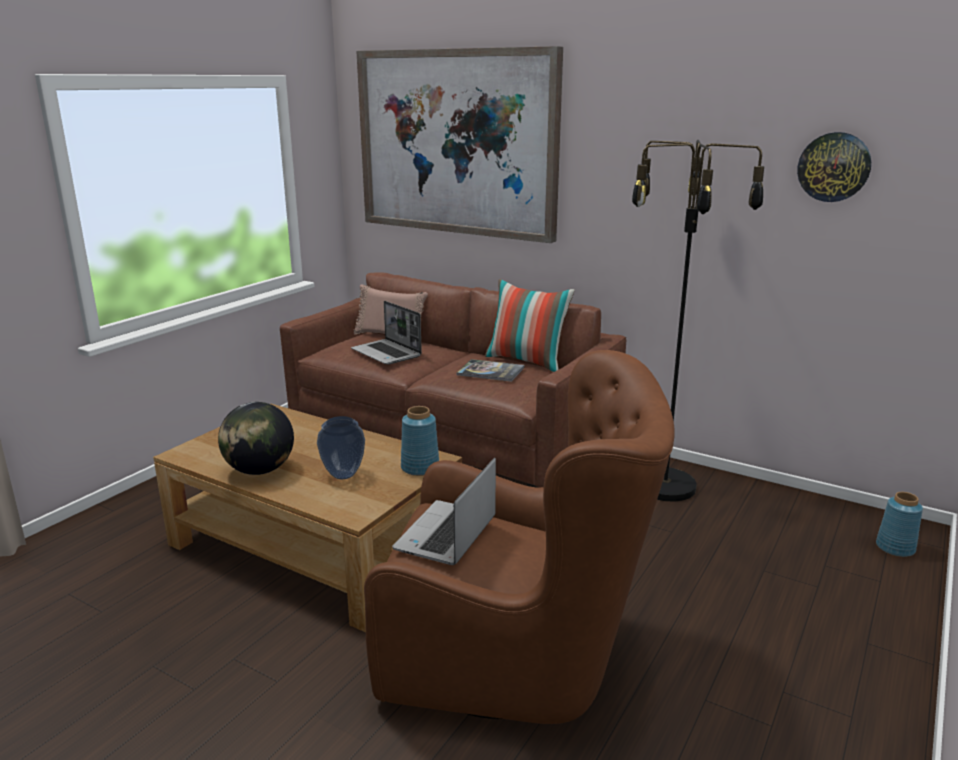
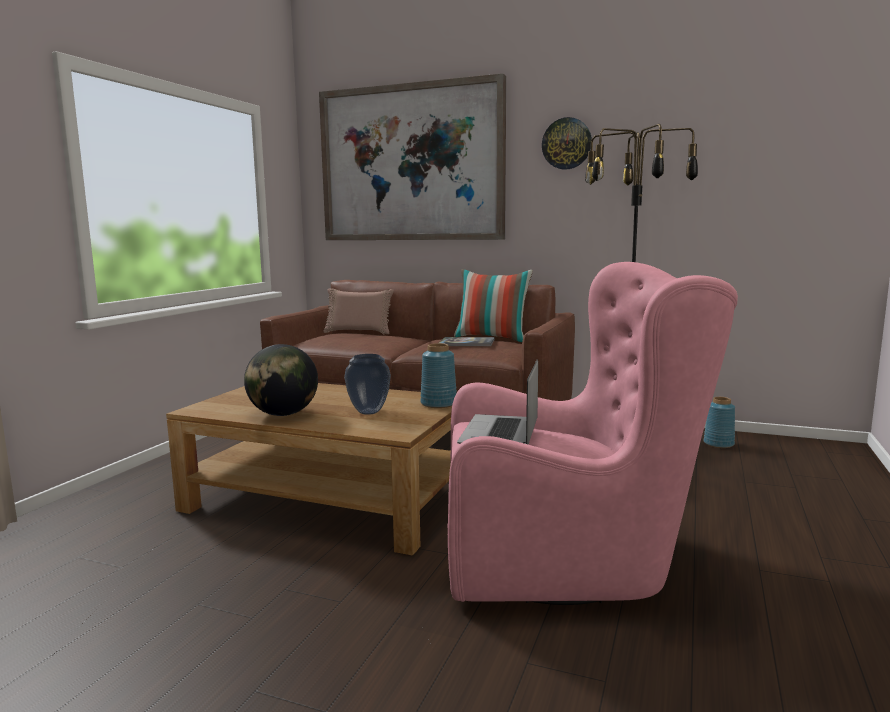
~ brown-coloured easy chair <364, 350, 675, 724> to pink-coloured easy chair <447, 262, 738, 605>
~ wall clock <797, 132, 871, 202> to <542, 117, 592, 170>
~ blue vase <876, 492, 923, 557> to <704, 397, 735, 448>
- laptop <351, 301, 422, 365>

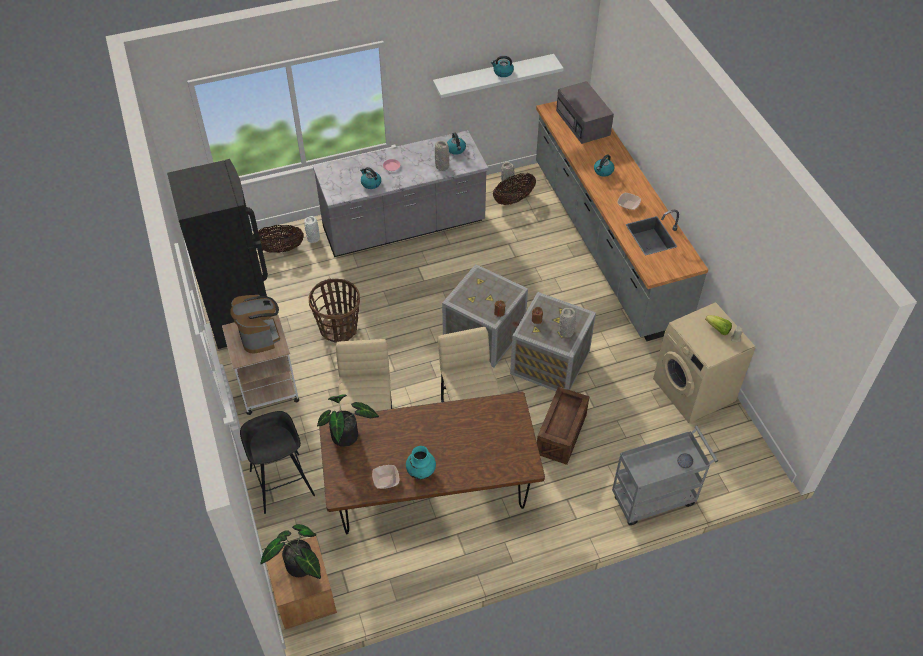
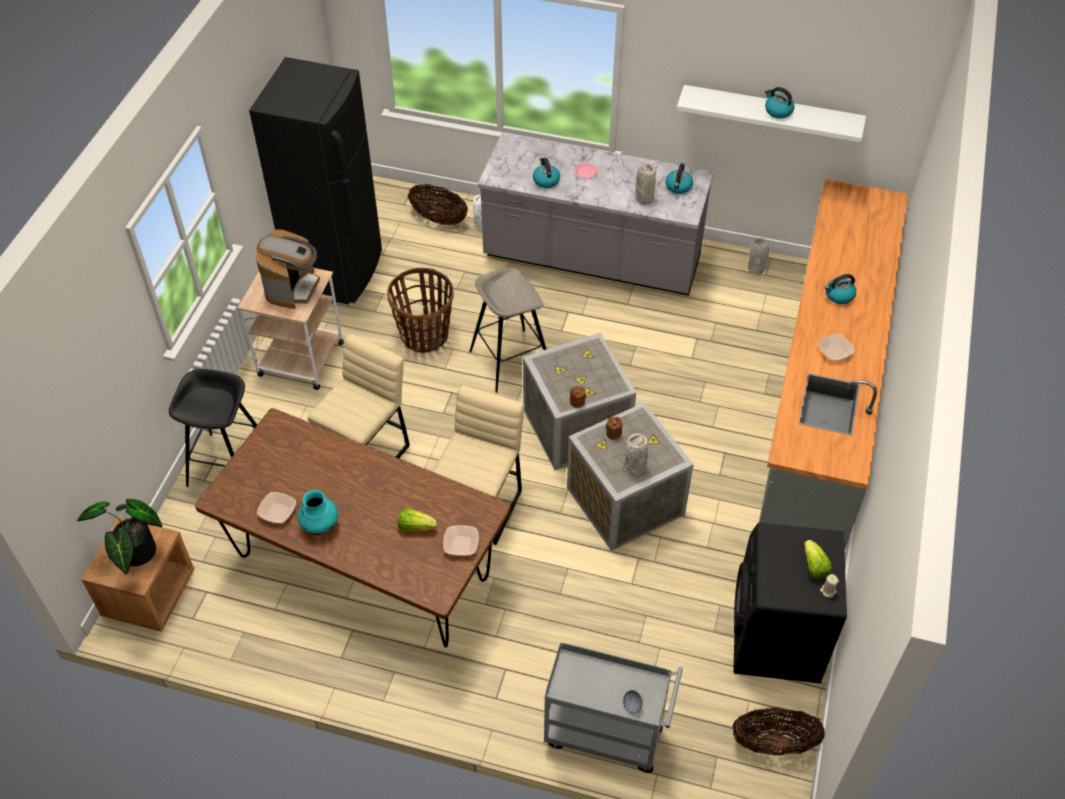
+ lettuce head <398, 508, 438, 531>
+ bowl <443, 525, 479, 556>
+ greyish stool <469, 267, 546, 393>
~ basket <493, 173, 536, 205> to <732, 707, 825, 756>
~ sand-coloured laundry machine <653, 302, 756, 423> to blackish laundry machine <733, 523, 847, 683>
- potted plant <317, 394, 379, 447>
- crate <537, 387, 590, 465>
- greyish kitchen microwave <556, 81, 614, 144>

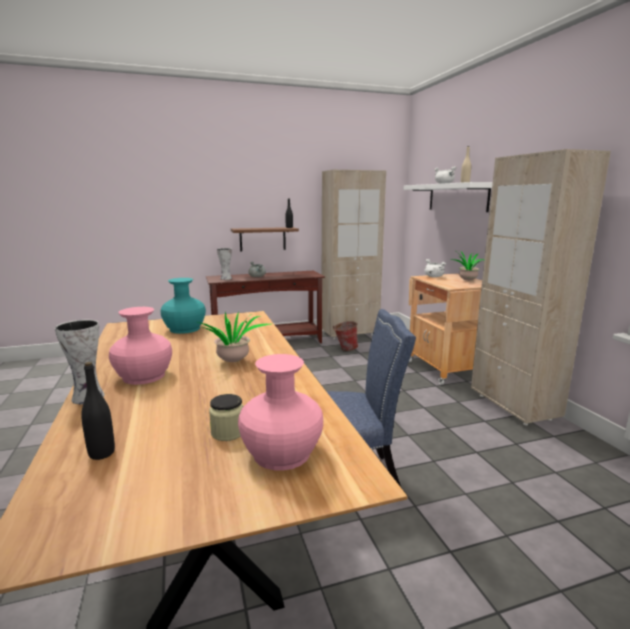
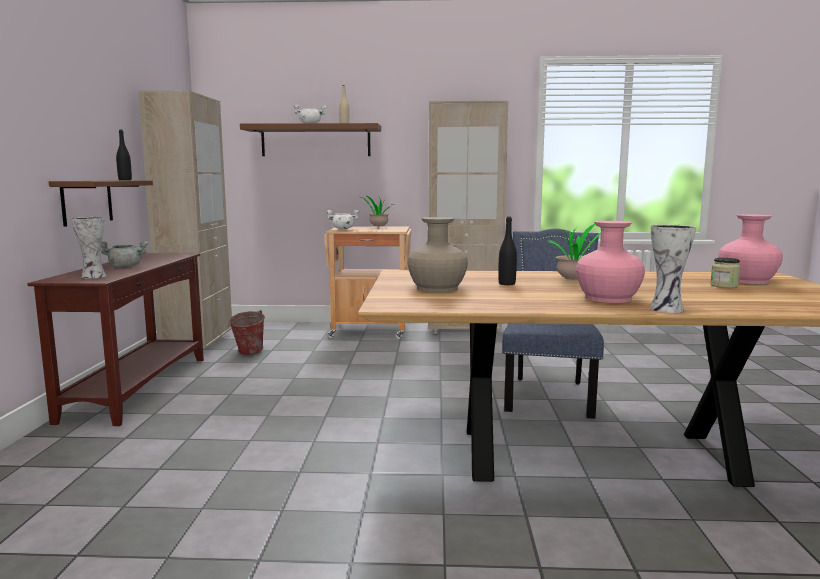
~ white-coloured shelf <403, 182, 493, 212> to brown-coloured shelf <240, 123, 381, 156>
~ blue-green vase <161, 278, 206, 334> to sand-coloured vase <408, 217, 468, 292>
~ blackish drink bottle <81, 362, 115, 460> to <498, 216, 517, 285>

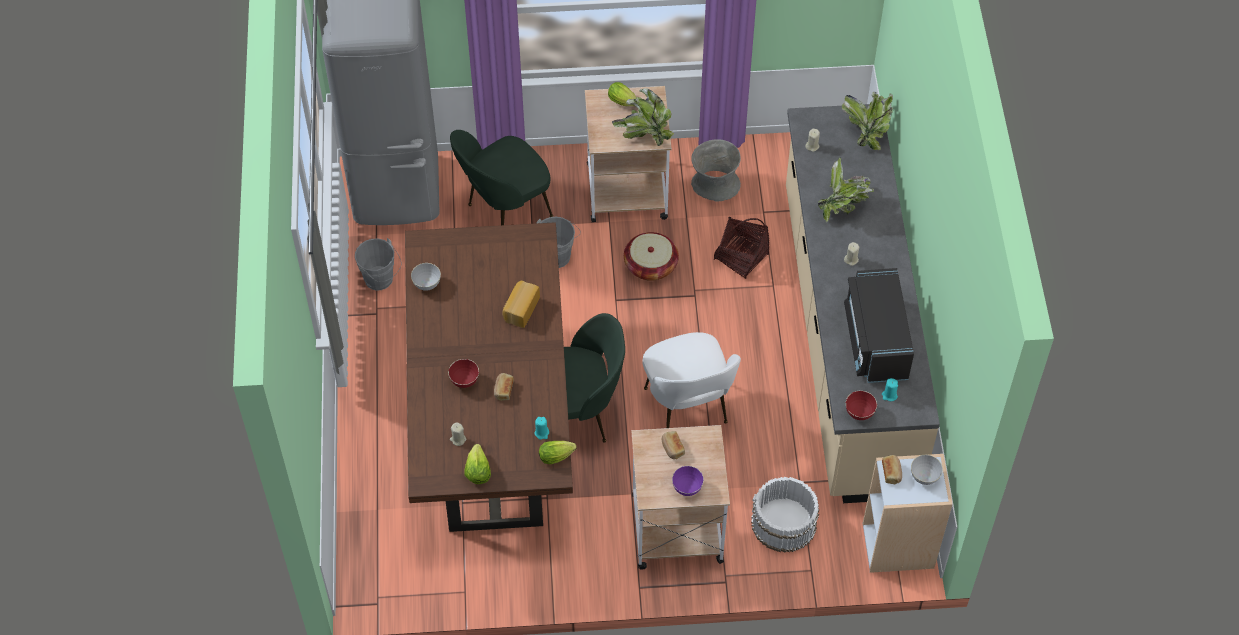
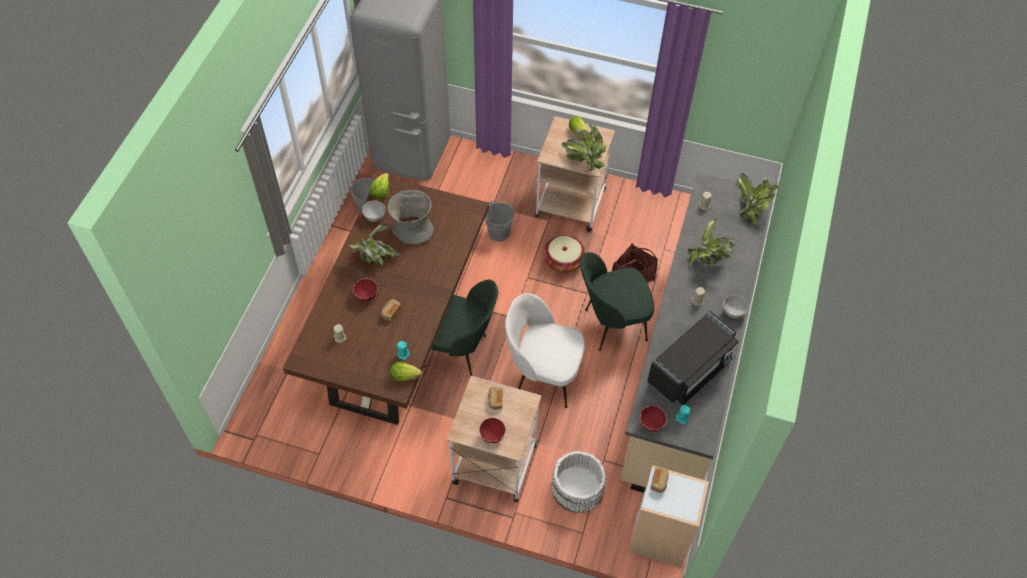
+ potted plant <349, 224, 400, 265>
~ lettuce head <464, 444, 491, 484> to <369, 173, 389, 200>
~ greyish vase <691, 139, 741, 202> to <388, 190, 434, 244>
~ purple-coloured bowl <672, 466, 704, 496> to red-coloured bowl <479, 418, 506, 443>
~ white-coloured upright chair <642, 332, 741, 428> = <505, 293, 585, 408> 105 degrees clockwise
~ greenish upright chair <450, 130, 553, 225> to <580, 252, 654, 351>
~ blackish kitchen microwave <844, 268, 914, 383> = <647, 311, 739, 405> 150 degrees counterclockwise
~ greyish bowl <911, 455, 943, 485> to <723, 295, 749, 318>
- baked bread <502, 281, 540, 328>

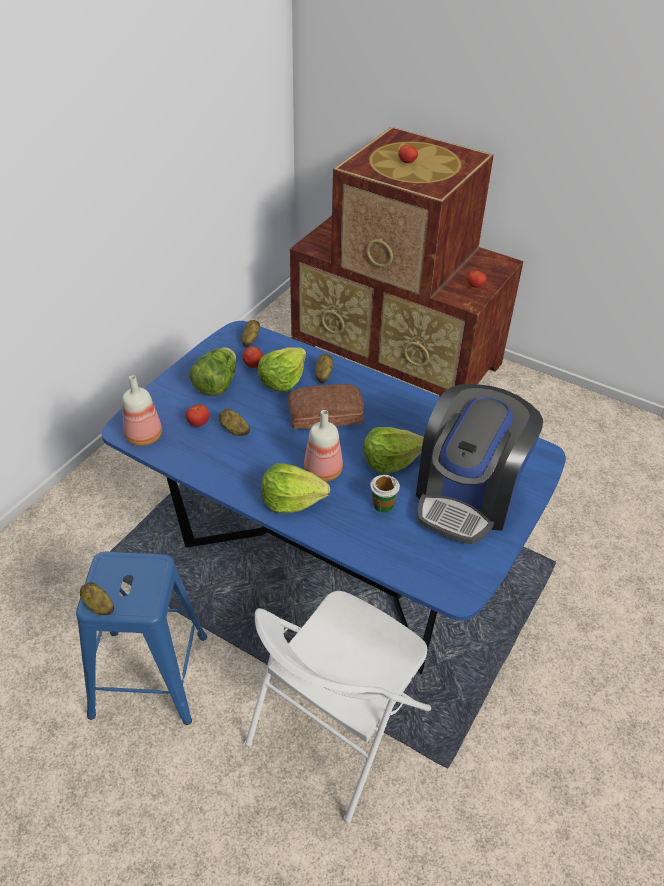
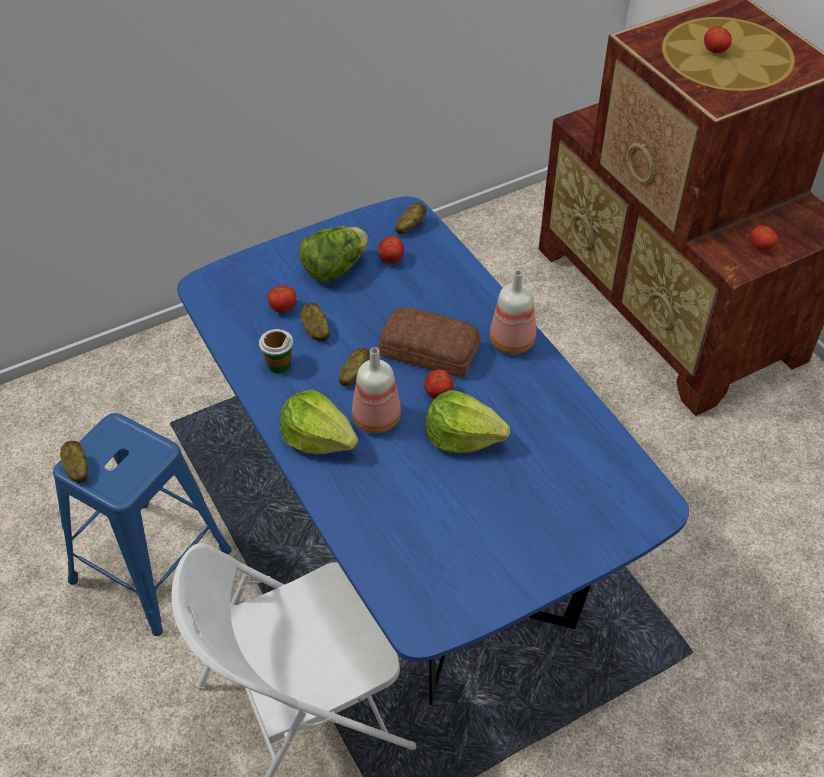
~ cup <370, 475, 400, 513> to <259, 329, 293, 374>
~ whole potato <315, 354, 333, 383> to <339, 348, 370, 386>
+ whole tomato <424, 370, 454, 399>
~ drink bottle <122, 375, 162, 446> to <490, 270, 536, 354>
- lettuce head <257, 347, 306, 392>
- coffee maker <416, 384, 543, 544>

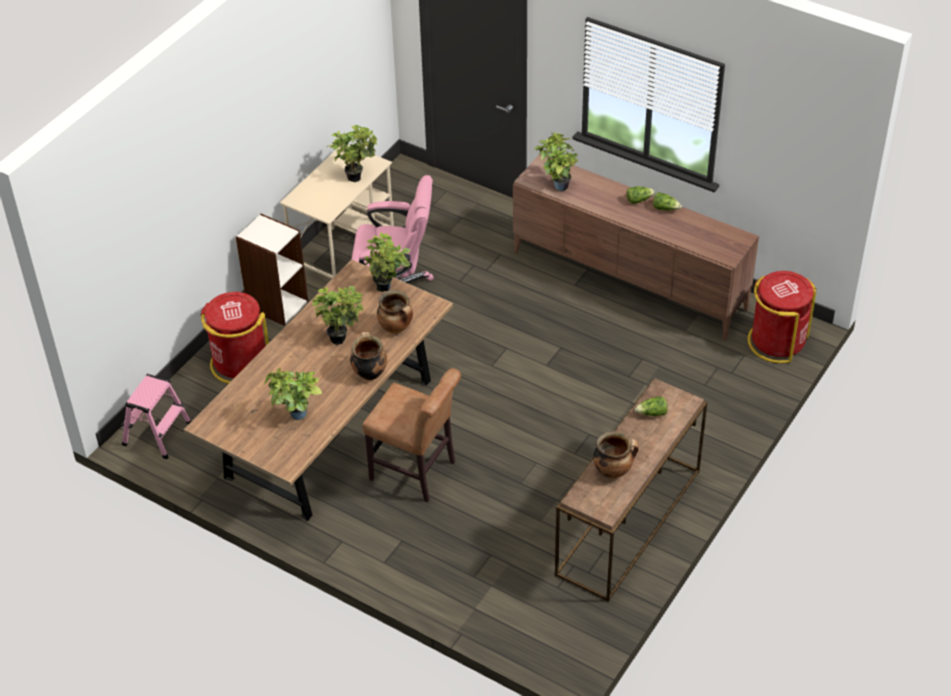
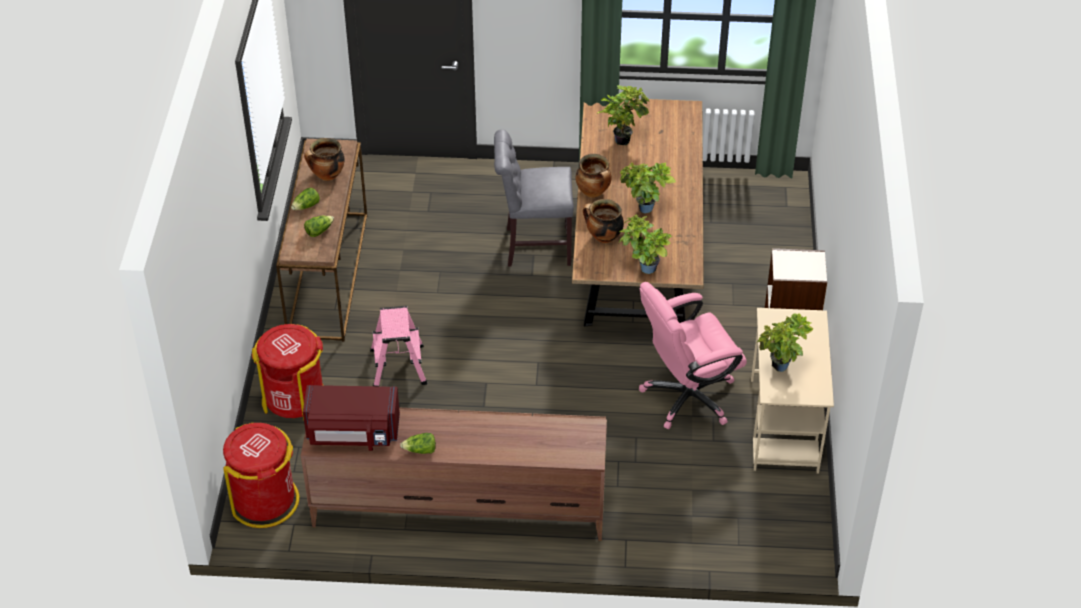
~ red-coloured waste bin <200, 292, 269, 384> to <252, 324, 323, 420>
~ lettuce head <626, 186, 655, 204> to <291, 188, 320, 210>
+ red-coloured kitchen microwave <303, 385, 400, 451>
~ pink-coloured step ladder <122, 374, 191, 459> to <370, 306, 428, 386>
~ brown-coloured upright chair <362, 368, 461, 502> to greyish upright chair <494, 129, 574, 266>
- potted plant <534, 132, 578, 191>

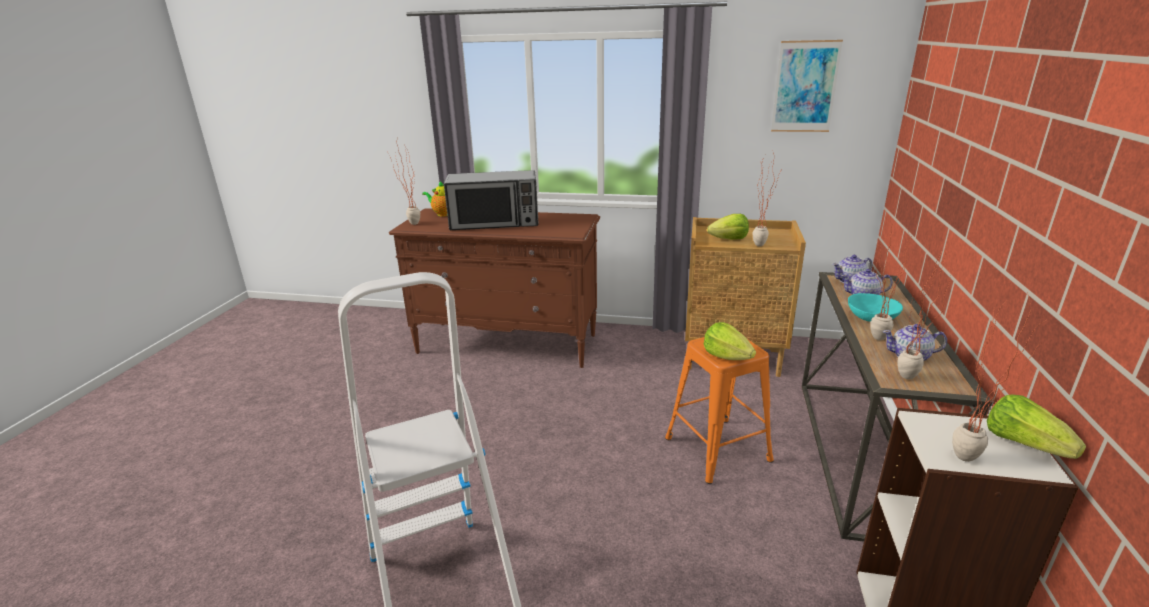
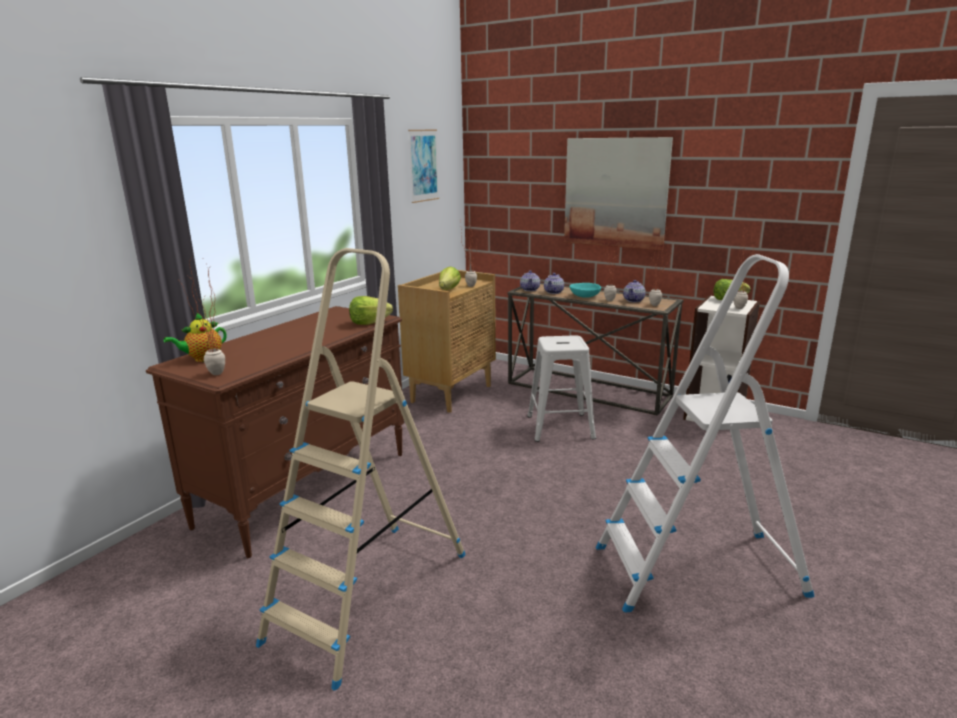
+ sand-coloured step ladder <256, 248, 466, 691>
~ lettuce head <704, 322, 756, 360> to <349, 296, 393, 325>
~ orangey stool <665, 337, 774, 484> to white-coloured stool <527, 335, 596, 442>
+ wall picture <564, 137, 673, 250>
- kitchen microwave <444, 170, 539, 230>

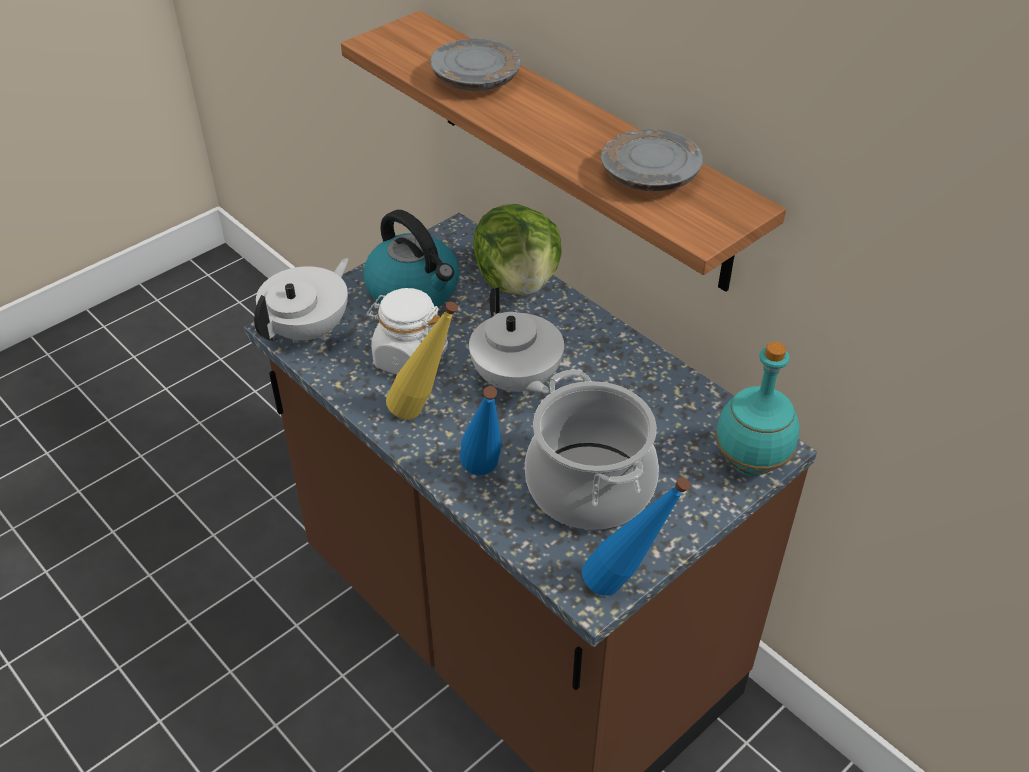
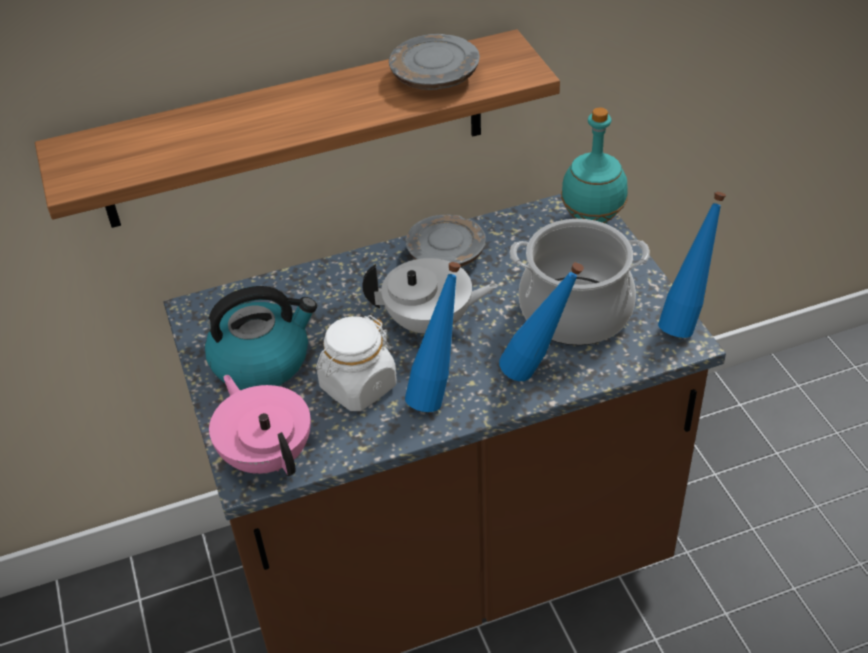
~ white-coloured teapot <254, 258, 349, 343> to pink-coloured teapot <209, 375, 311, 476>
~ greyish plate <430, 39, 521, 91> to <405, 214, 486, 267>
~ yellow-coloured drink bottle <386, 302, 458, 419> to blue drink bottle <405, 262, 461, 412>
- lettuce head <473, 204, 562, 295>

